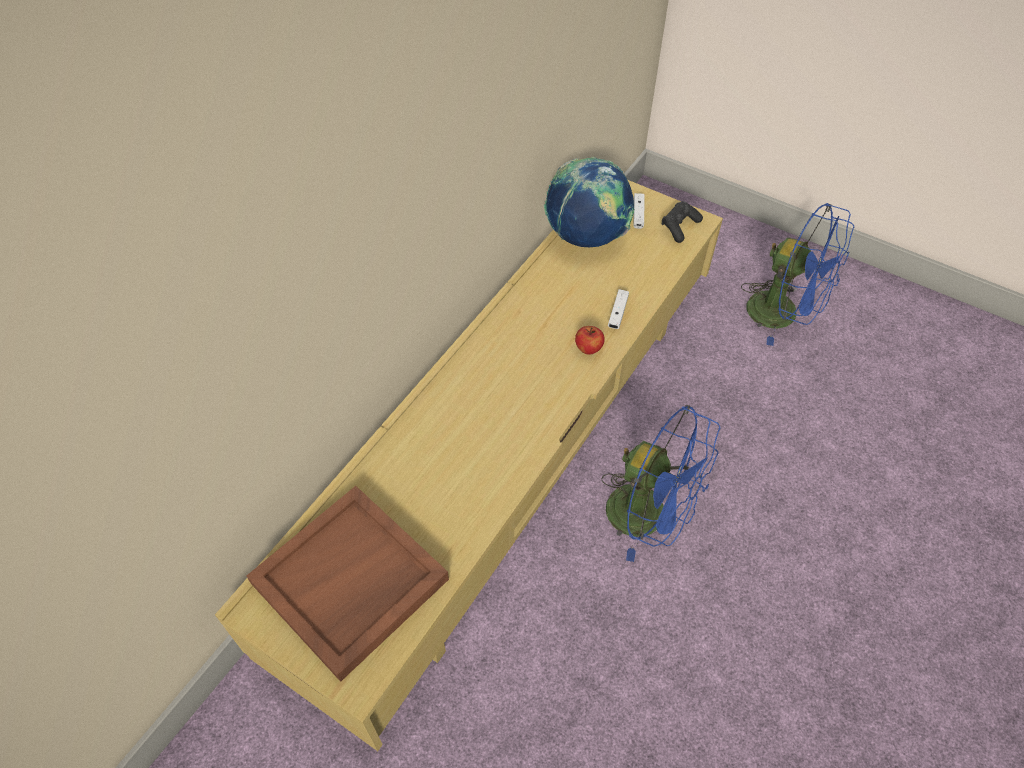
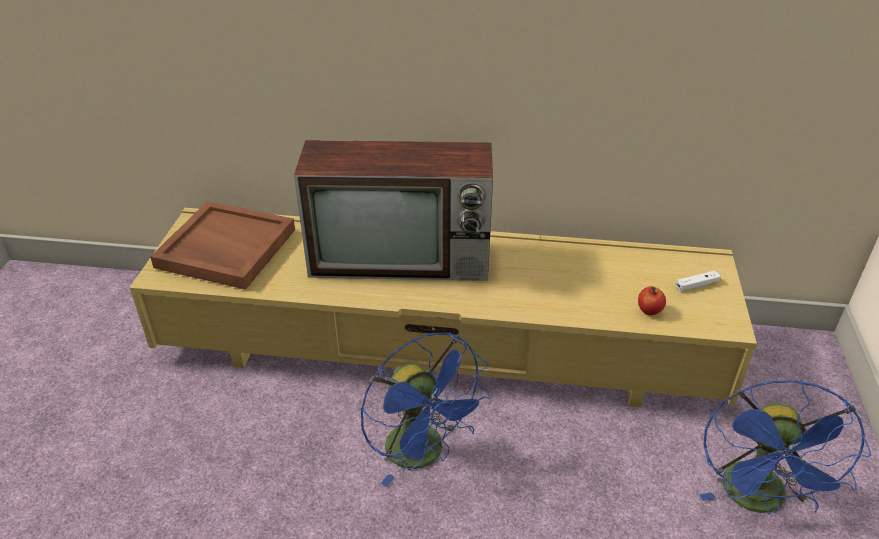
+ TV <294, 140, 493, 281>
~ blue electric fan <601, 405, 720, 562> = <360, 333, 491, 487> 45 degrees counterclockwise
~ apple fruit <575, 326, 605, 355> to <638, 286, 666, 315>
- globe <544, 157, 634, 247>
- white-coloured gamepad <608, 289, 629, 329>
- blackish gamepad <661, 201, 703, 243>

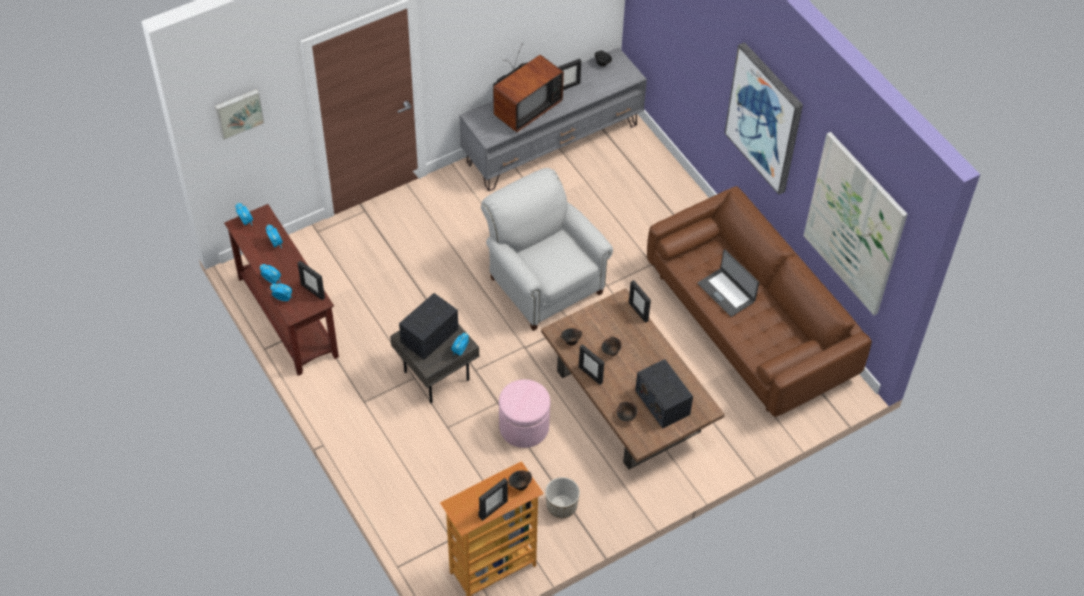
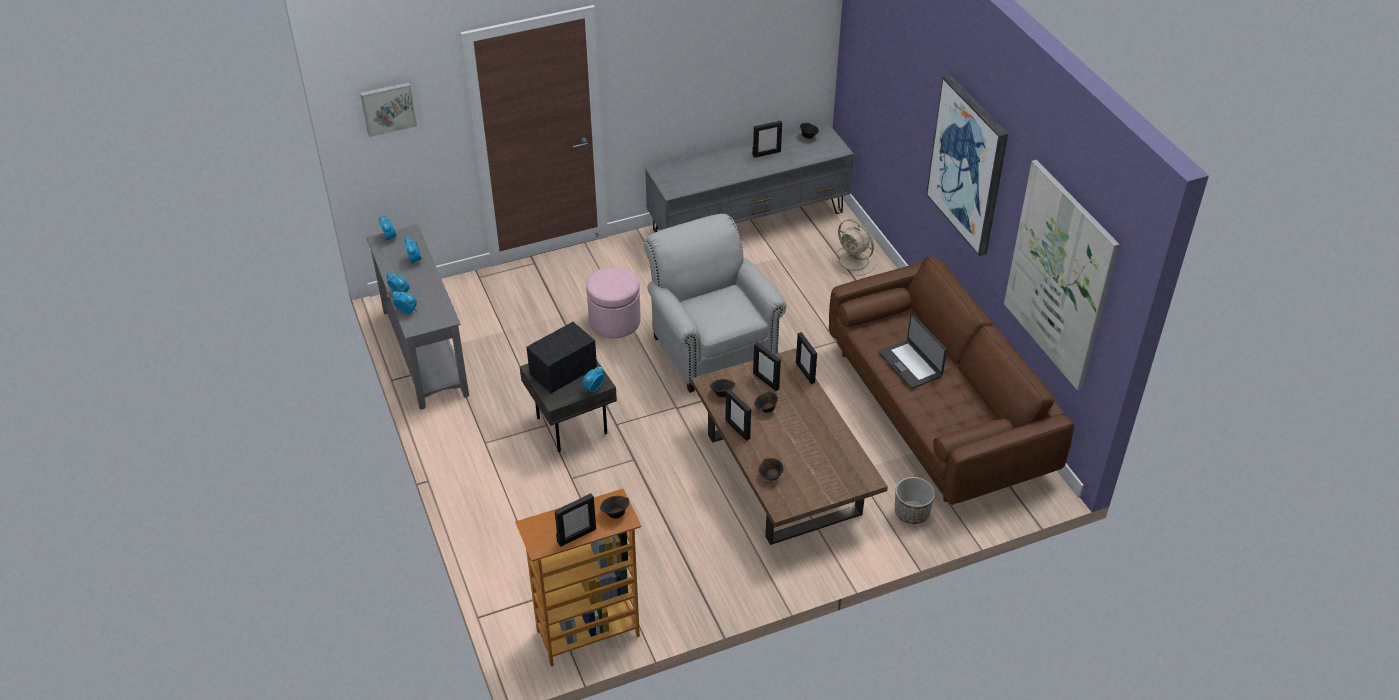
~ brown-coloured hall table <224, 204, 339, 376> to greyish hall table <366, 224, 469, 410>
~ pink-coloured pouffe <499, 379, 550, 448> to <586, 267, 641, 338>
~ standing frame <298, 261, 325, 300> to <753, 342, 781, 391>
+ sand-coloured electric fan <832, 219, 877, 276>
~ planter <545, 477, 580, 518> to <895, 477, 935, 524>
- TV <493, 43, 564, 132>
- radio receiver <635, 359, 693, 428>

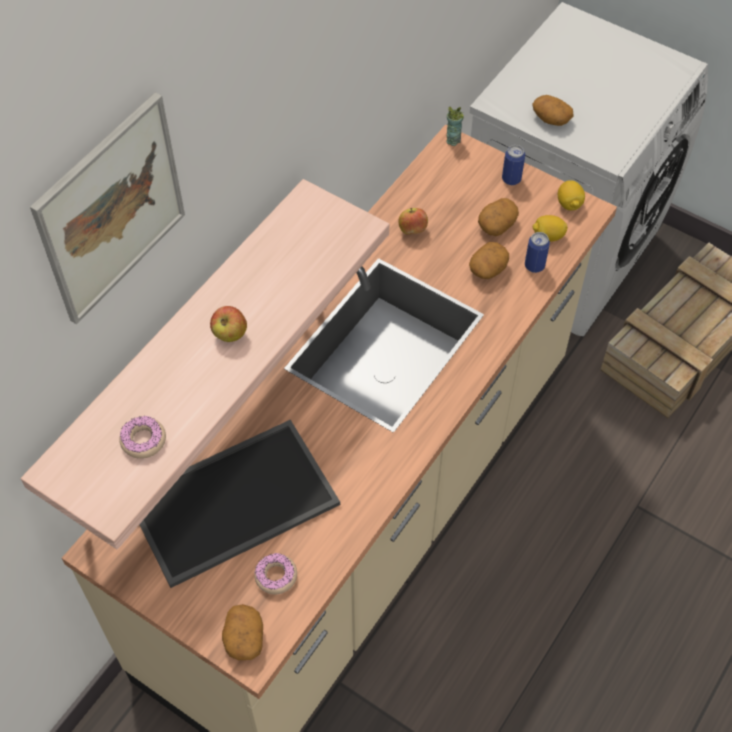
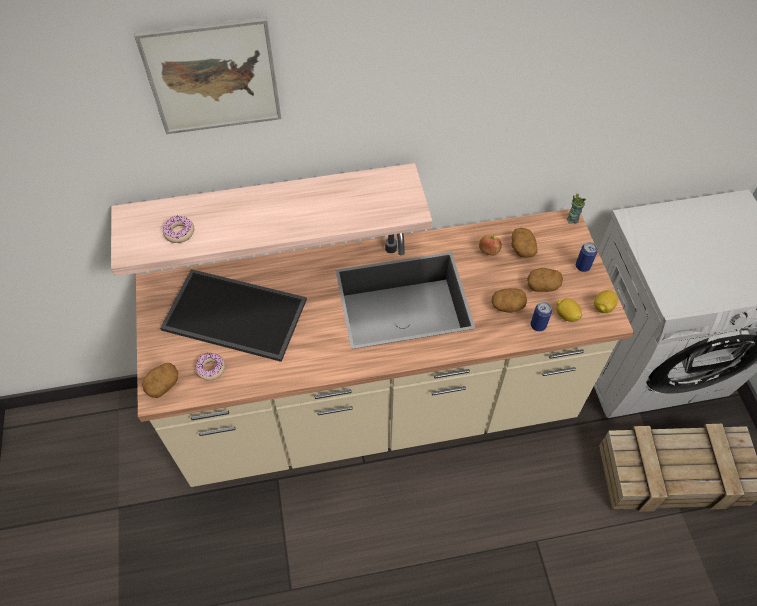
~ whole potato <532, 95, 574, 126> to <511, 228, 537, 258>
- apple fruit <210, 306, 247, 342>

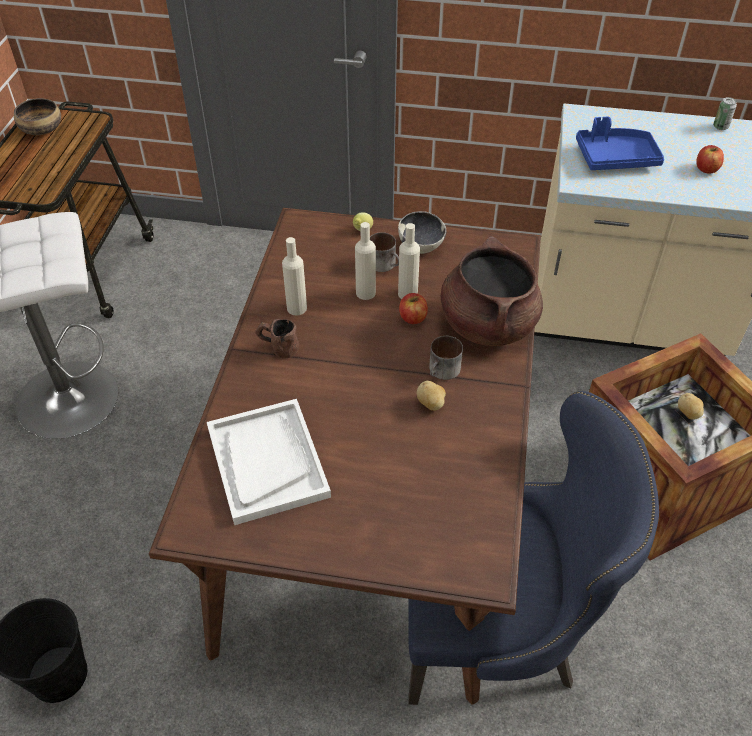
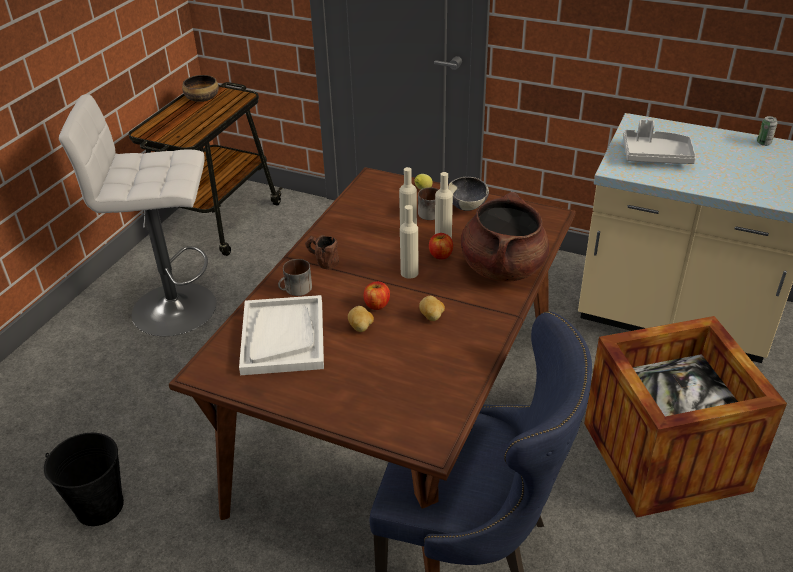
~ tea mug <429, 336, 463, 380> to <278, 259, 312, 296>
~ whole potato <678, 393, 704, 420> to <348, 306, 374, 332>
~ apple fruit <696, 145, 724, 173> to <364, 281, 390, 310>
~ sand-coloured drink bottle <282, 237, 307, 315> to <400, 205, 419, 279>
~ blue carrying tray <576, 117, 664, 170> to greyish carrying tray <623, 119, 696, 164>

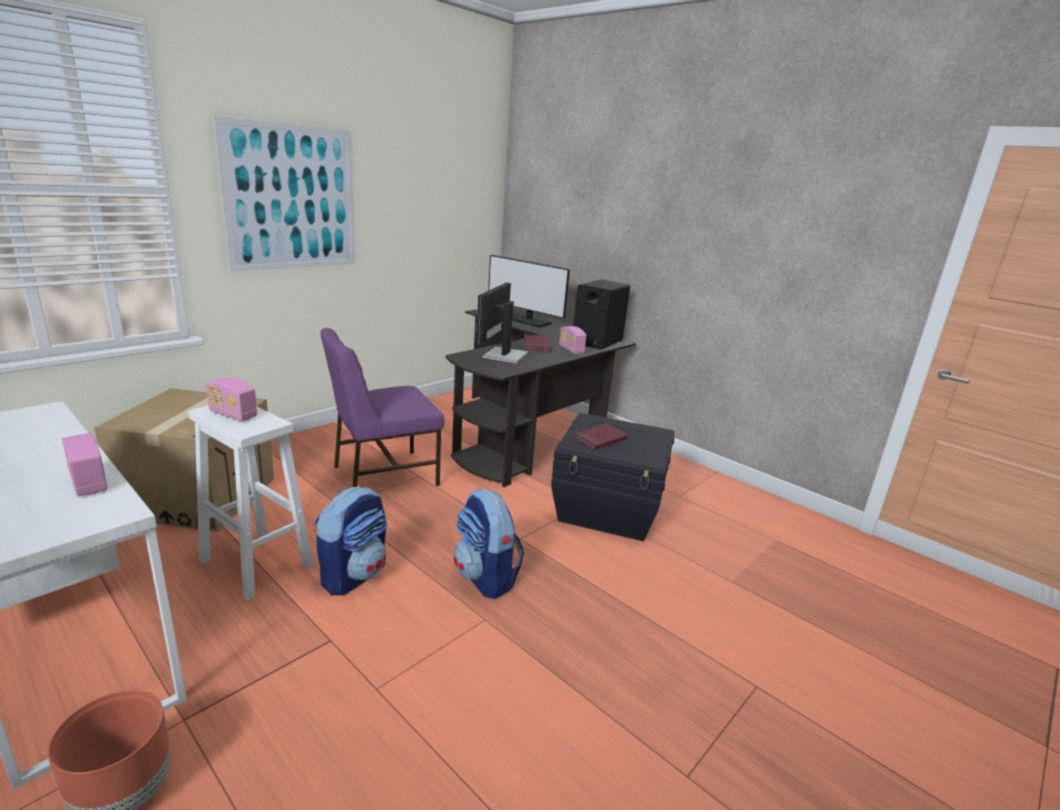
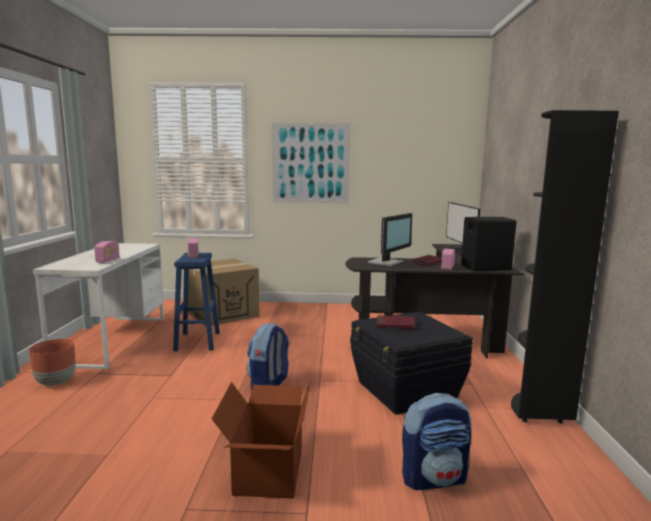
~ white-coloured stool <188, 405, 313, 600> to blue stool <173, 253, 220, 351>
+ packing box <211, 382, 310, 499>
~ computer screen <476, 283, 528, 363> = <368, 213, 412, 266> 150 degrees clockwise
~ knapsack <315, 486, 387, 596> to <402, 393, 472, 490>
+ blackish shelving unit <511, 110, 619, 423>
- purple-coloured upright chair <320, 328, 445, 487>

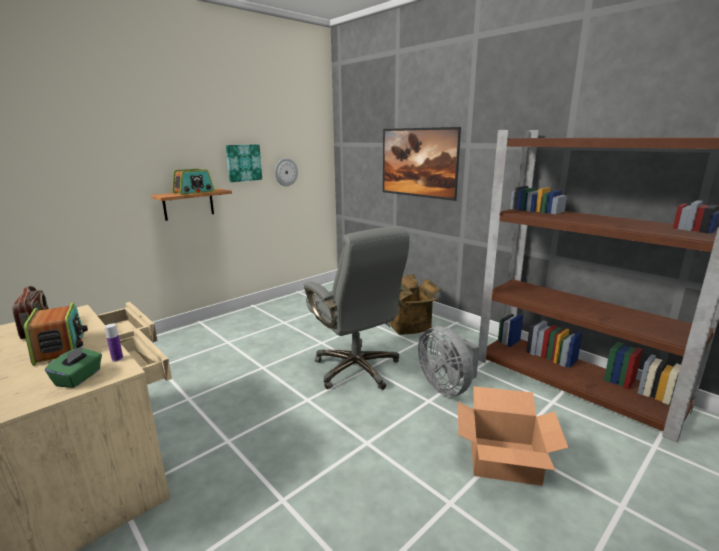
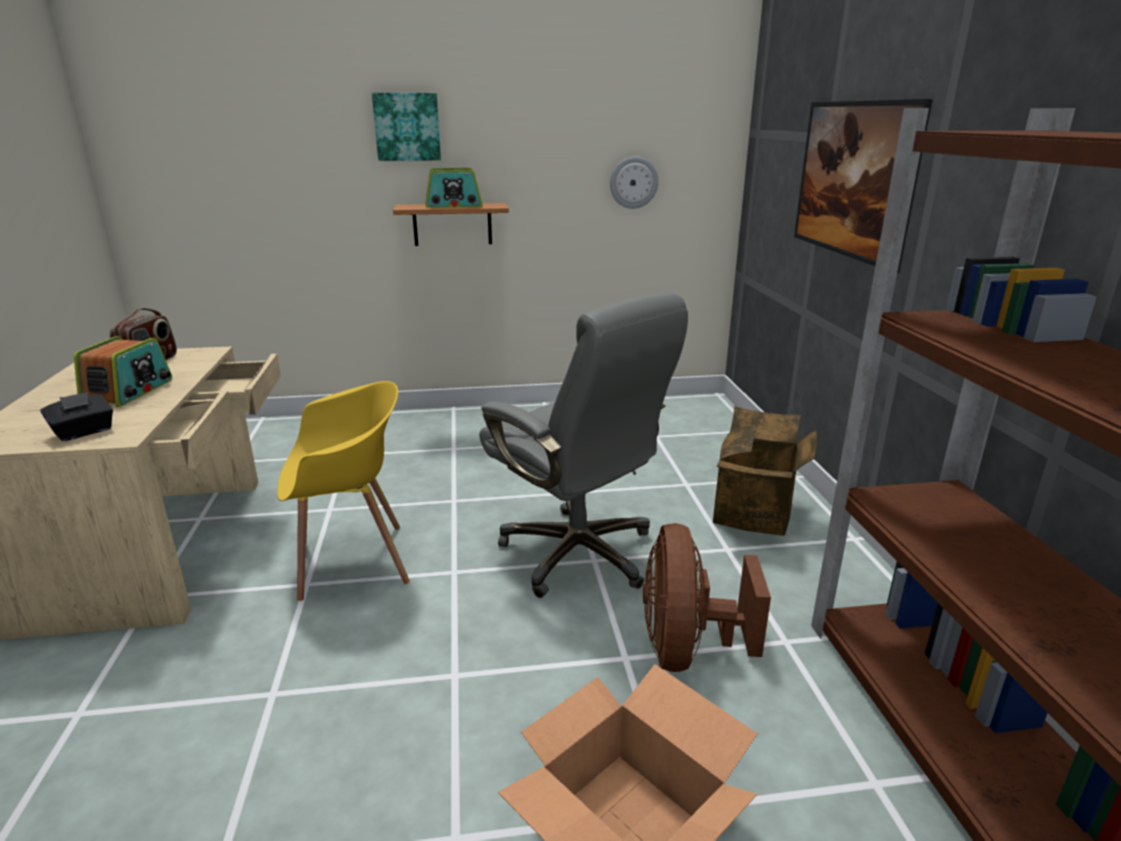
~ greenish tissue box <45, 345, 102, 388> to blackish tissue box <40, 392, 113, 441>
+ yellow-coloured upright chair <277, 381, 410, 601>
~ wall picture <226, 144, 262, 182> to <372, 93, 441, 161>
~ greyish desk chair <303, 226, 409, 390> = <479, 292, 688, 598> 45 degrees counterclockwise
~ greyish electric fan <418, 326, 479, 397> to brown-coloured electric fan <643, 523, 771, 672>
- drink bottle <105, 323, 123, 362>

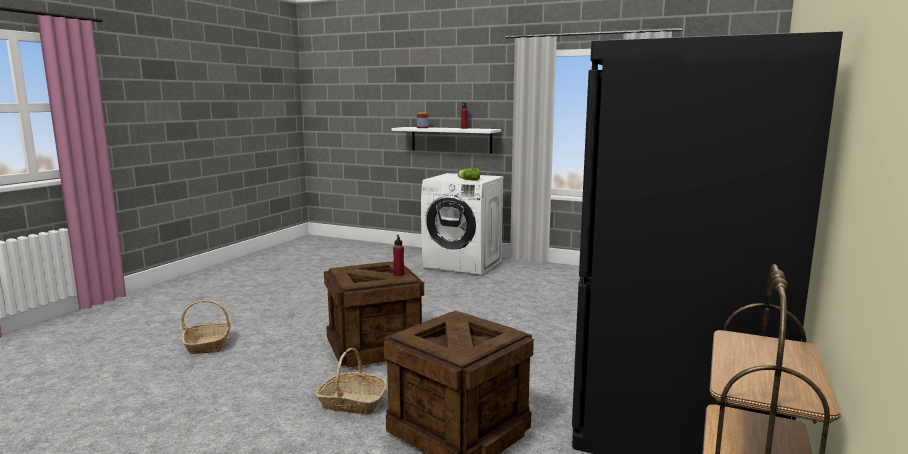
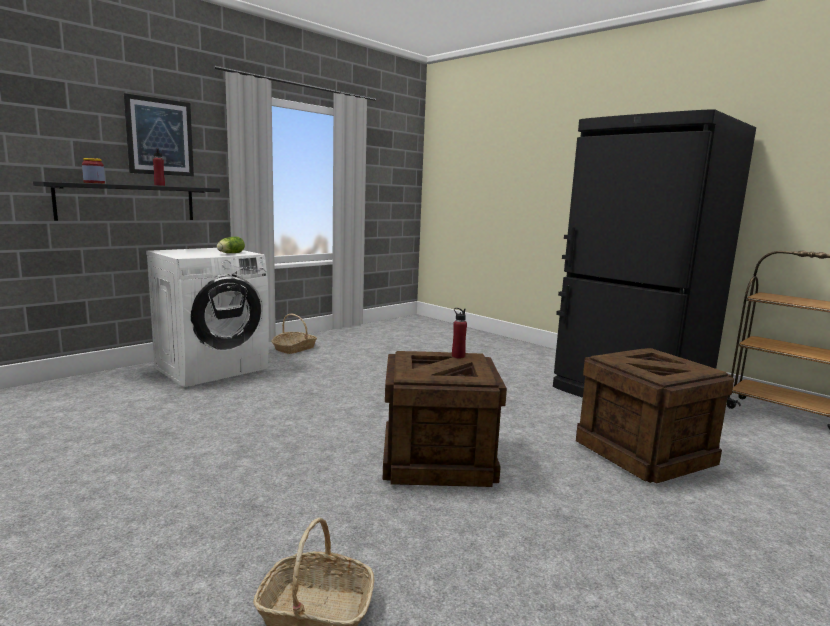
~ white-coloured shelf <392, 127, 501, 154> to blackish shelf <33, 181, 220, 221>
+ wall picture <124, 93, 194, 176>
~ basket <316, 348, 387, 415> to <271, 314, 317, 354>

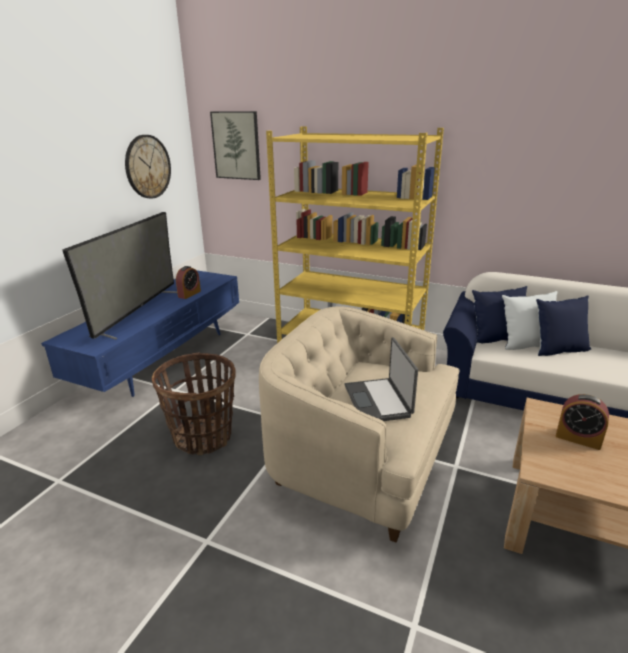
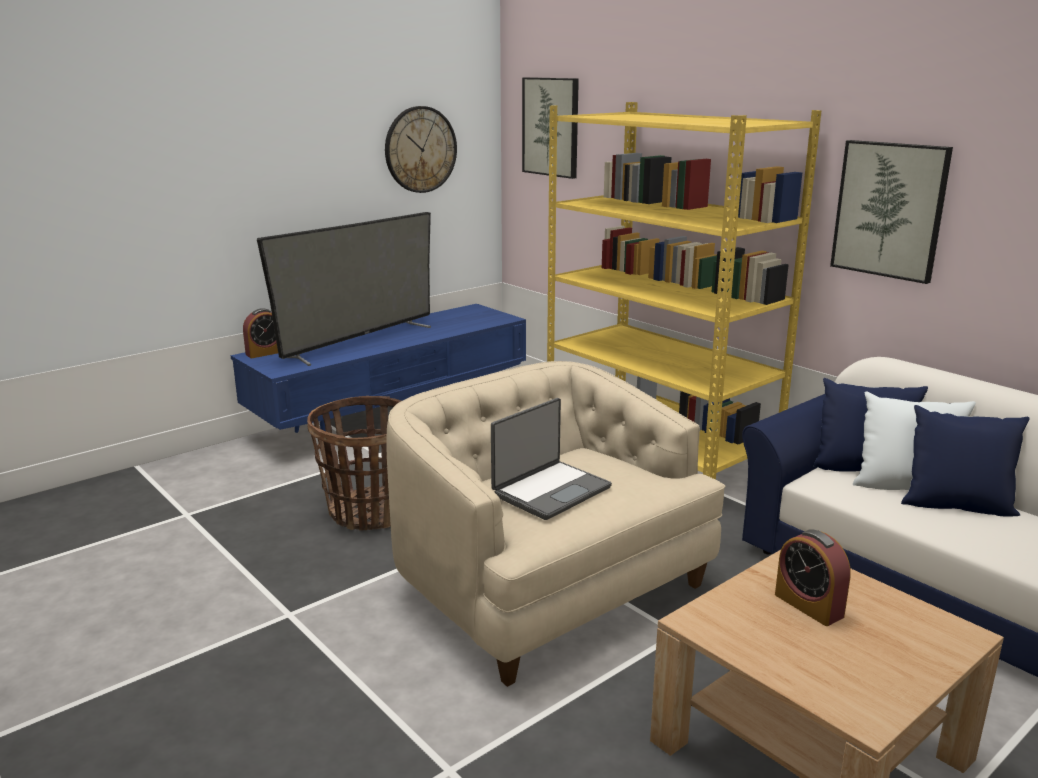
~ bedside clock <176, 266, 201, 299> to <243, 308, 278, 358>
~ laptop <344, 337, 418, 421> = <491, 398, 612, 520> 150 degrees counterclockwise
+ wall picture <830, 140, 953, 284>

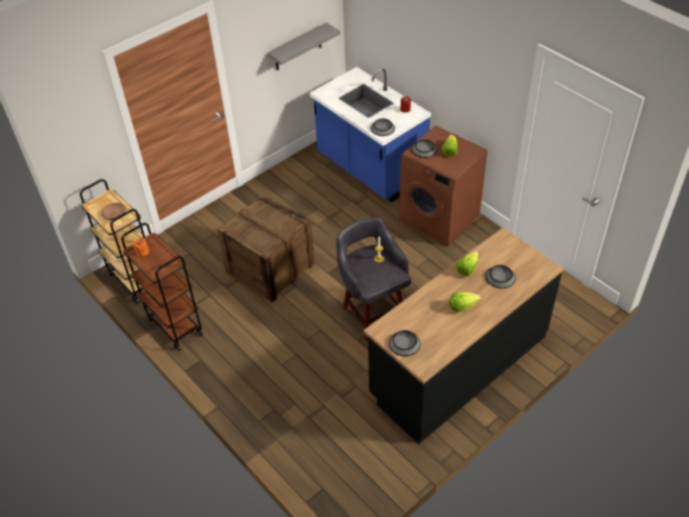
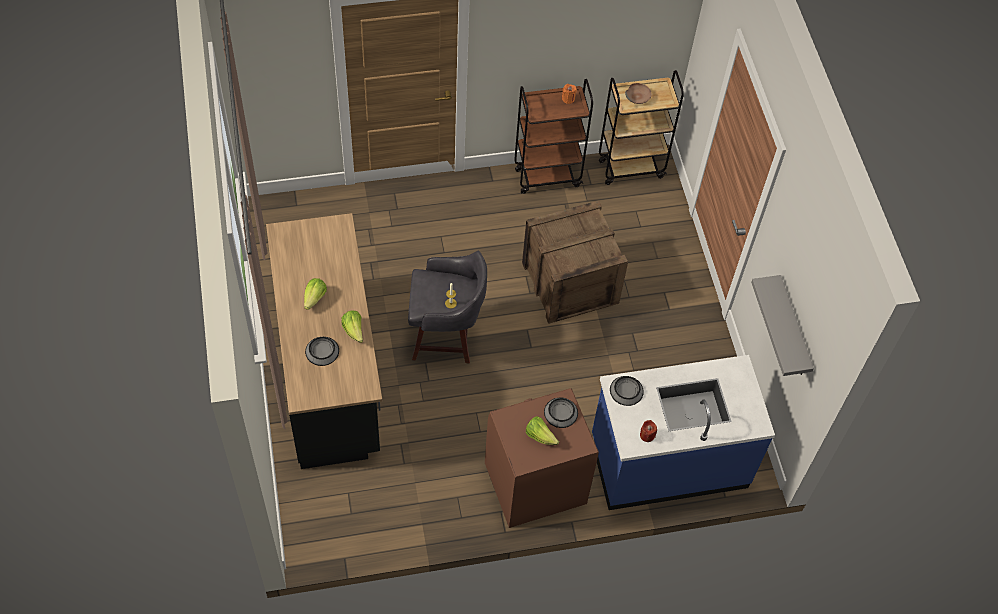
- bowl <389, 330, 421, 357>

